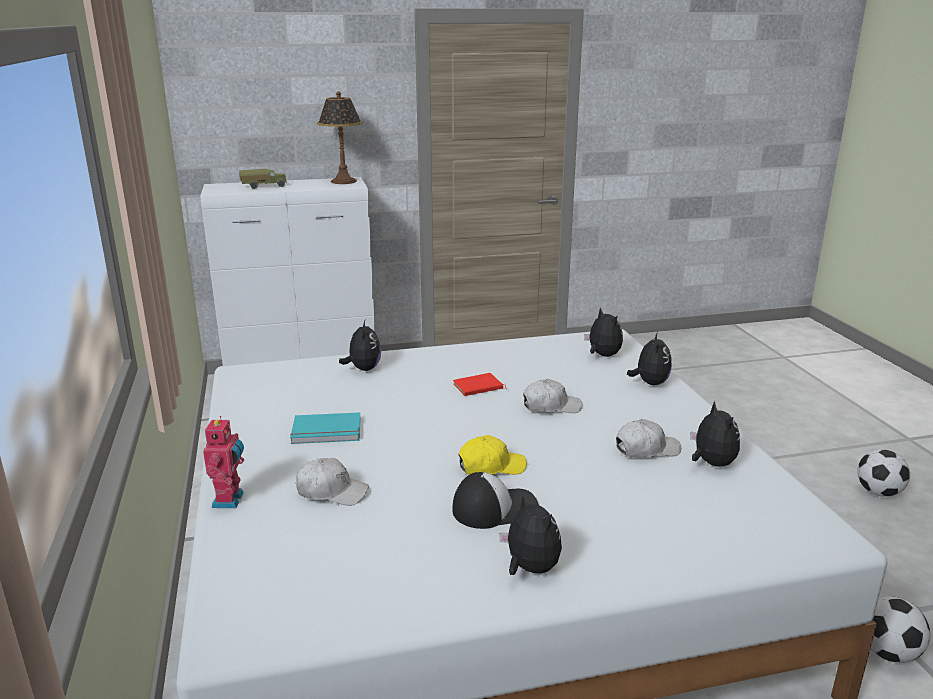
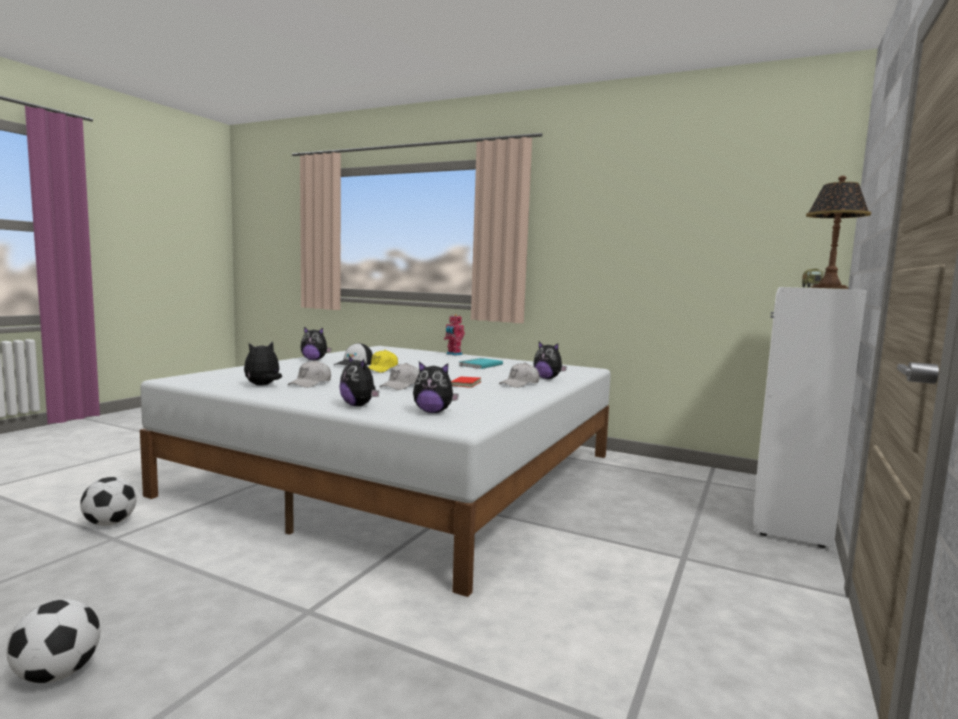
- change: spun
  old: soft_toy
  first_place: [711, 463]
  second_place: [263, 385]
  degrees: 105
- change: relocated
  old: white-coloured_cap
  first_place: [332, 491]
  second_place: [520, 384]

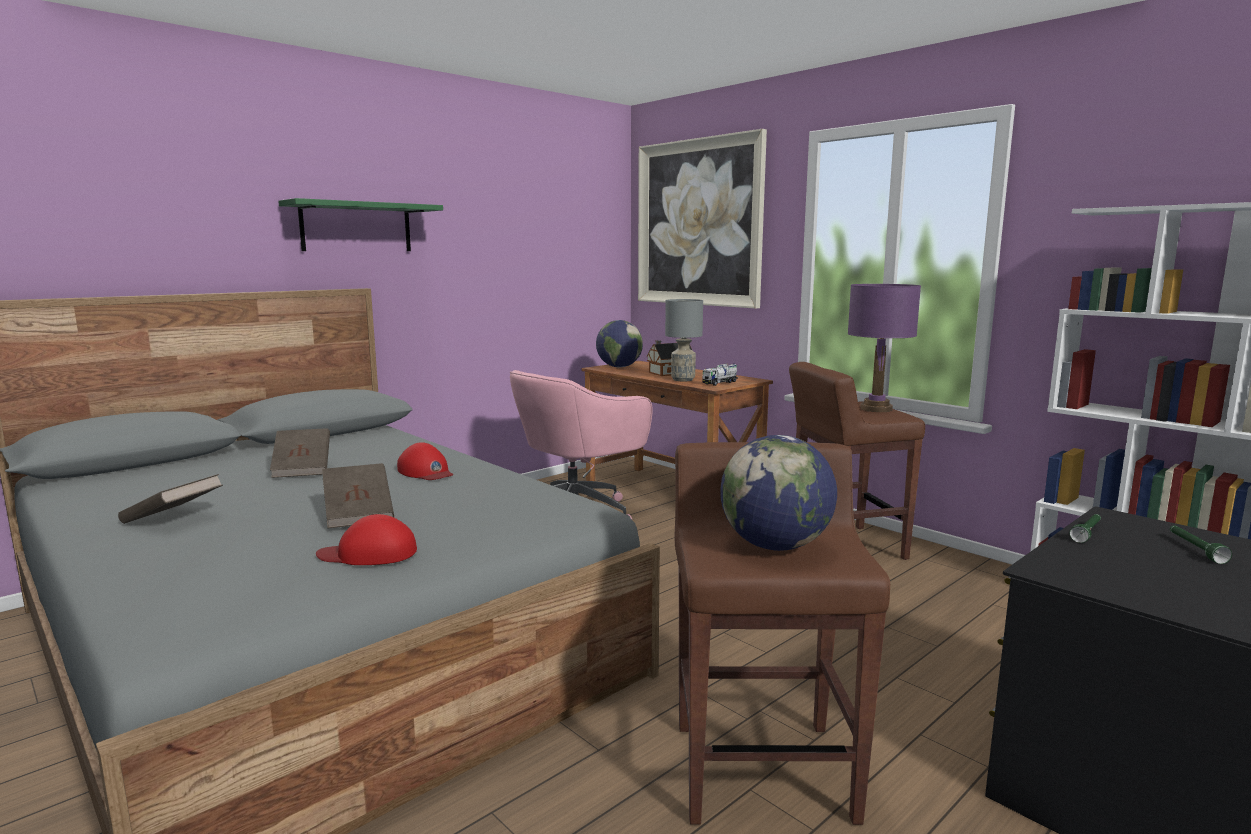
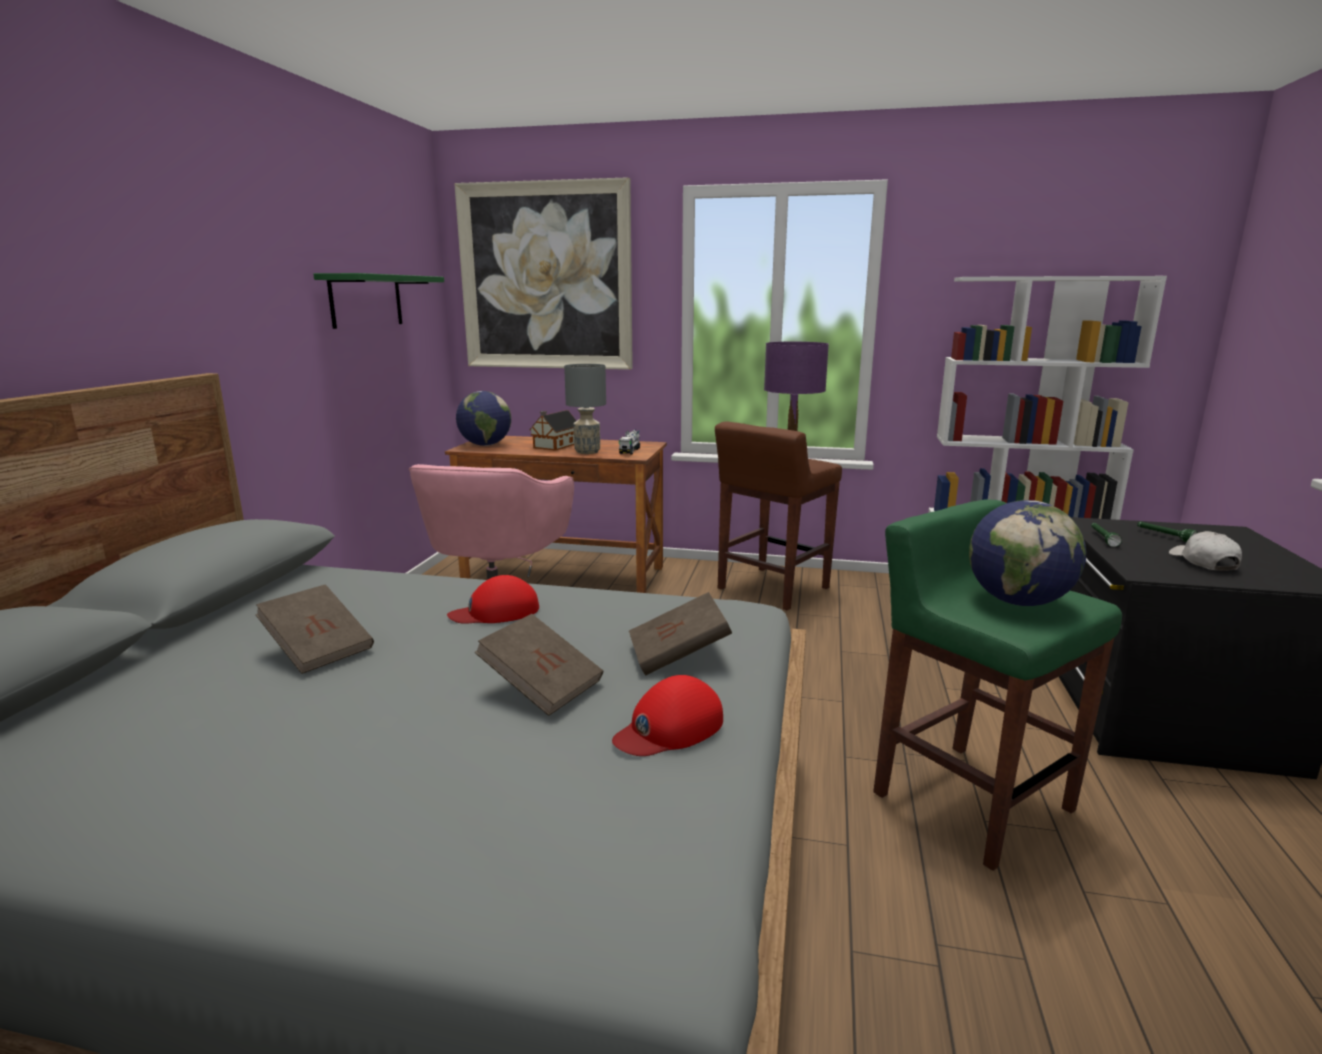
- change: relocated
  old: greenish_wall_shelf
  first_place: [356, 227]
  second_place: [366, 301]
- change: spun
  old: red_cap
  first_place: [426, 472]
  second_place: [496, 612]
  degrees: 150
- change: colour
  old: brownish_sitting_stool
  new: greenish_sitting_stool
  first_place: [762, 769]
  second_place: [970, 800]
- change: relocated
  old: brownish_bound_book
  first_place: [173, 519]
  second_place: [678, 655]
- change: appeared
  new: white-coloured_cap
  second_place: [1203, 562]

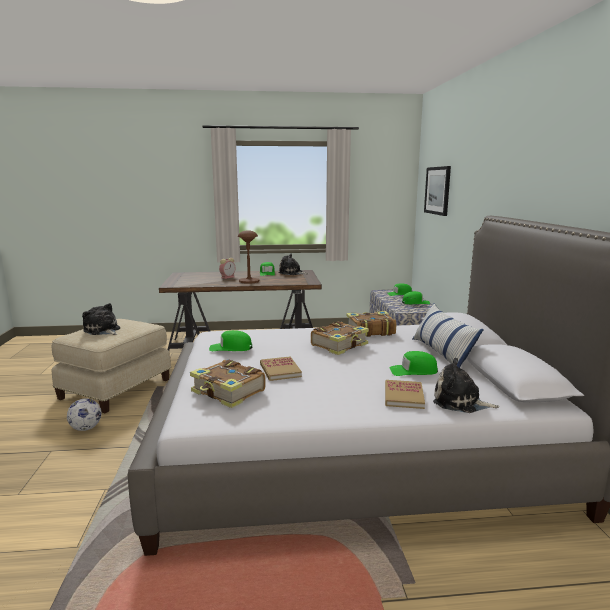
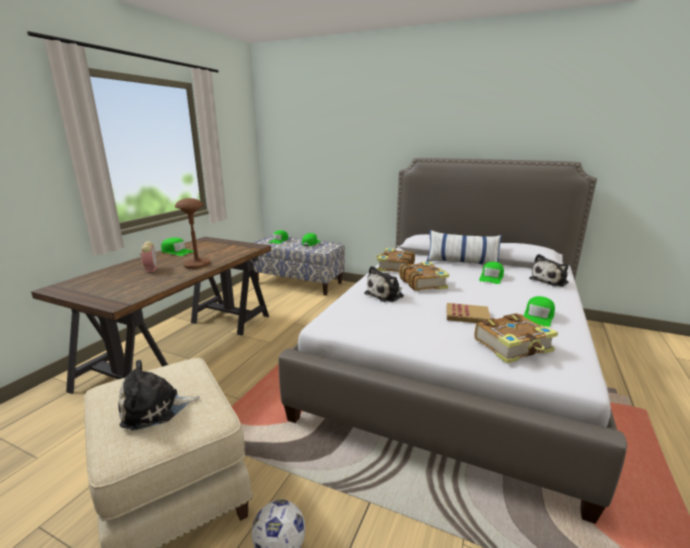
- change: missing
  old: picture
  first_place: [437, 190]
- change: relocated
  old: soft_toy
  first_place: [291, 273]
  second_place: [386, 295]
- change: relocated
  old: greenish_cap
  first_place: [231, 348]
  second_place: [538, 317]
- change: missing
  old: bound_book
  first_place: [403, 396]

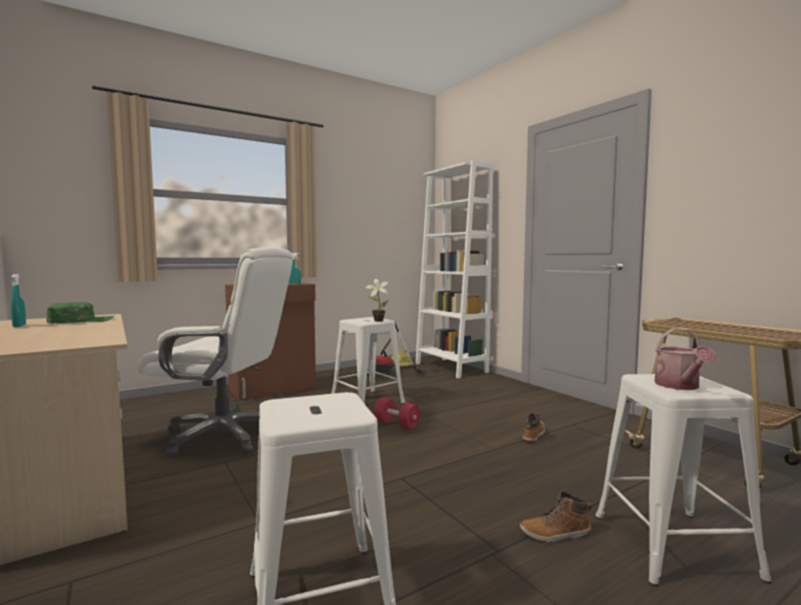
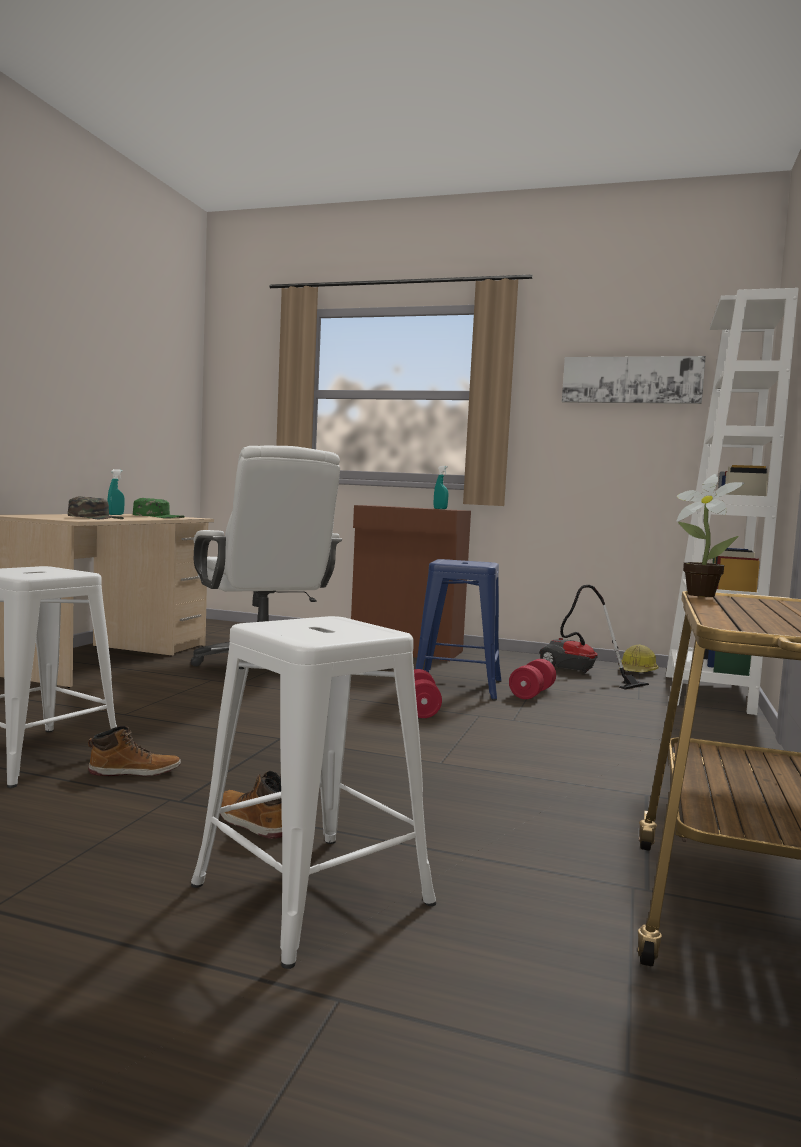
- change: relocated
  old: plant_in_a_pot
  first_place: [377, 321]
  second_place: [697, 594]
- change: colour
  old: white-coloured_sitting_stool
  new: blue-coloured_sitting_stool
  first_place: [367, 402]
  second_place: [457, 686]
- change: missing
  old: sprinkling_can
  first_place: [679, 386]
- change: relocated
  old: boot
  first_place: [533, 435]
  second_place: [135, 772]
- change: appeared
  new: picture
  second_place: [631, 380]
- change: appeared
  new: greenish_cap
  second_place: [95, 518]
- change: appeared
  new: red_dumbbell
  second_place: [532, 693]

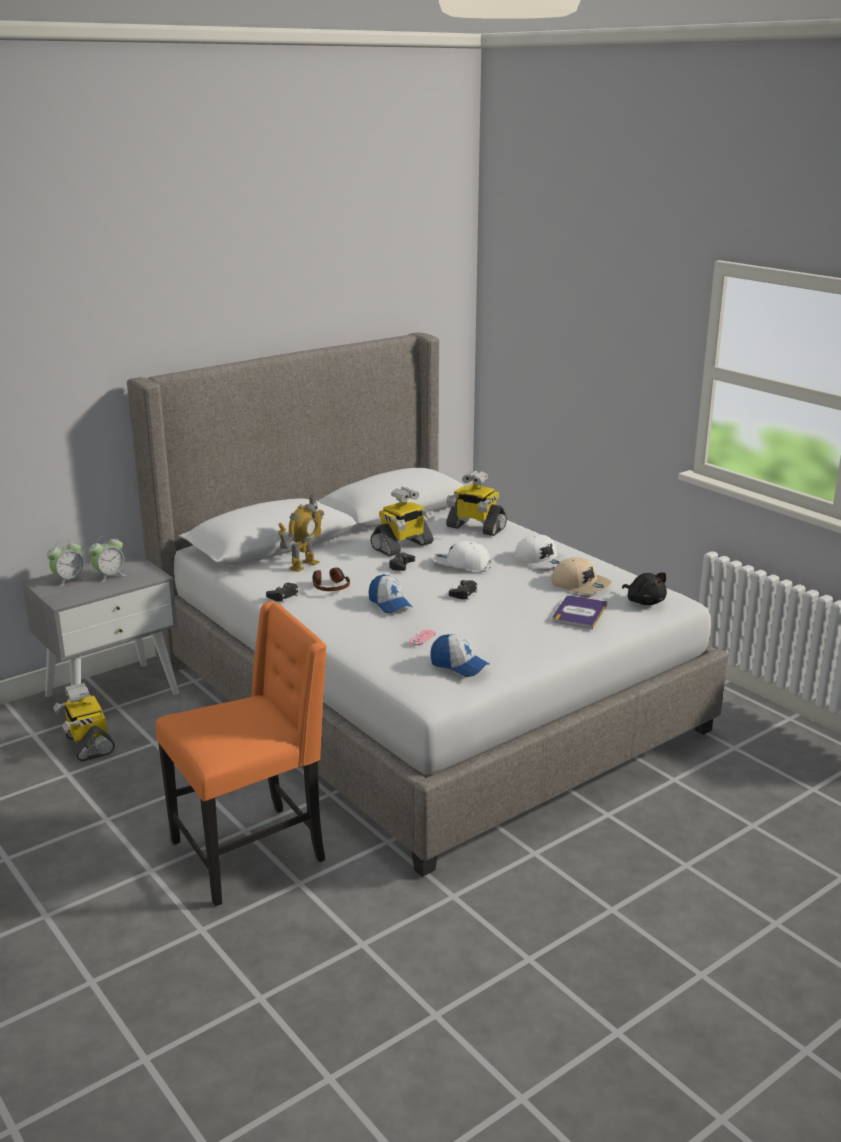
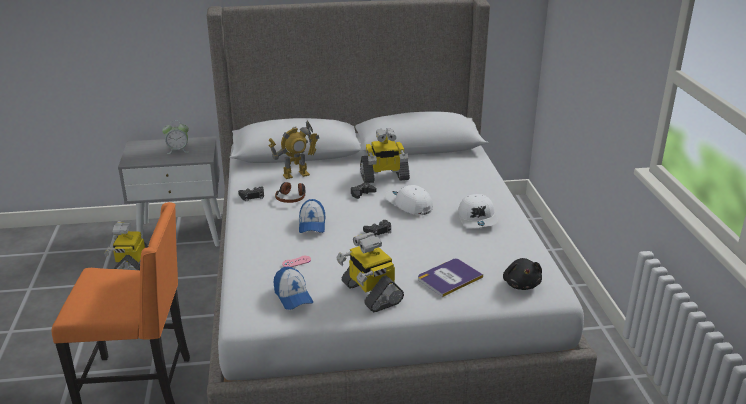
- change: relocated
  old: robot_figure
  first_place: [475, 527]
  second_place: [370, 293]
- change: missing
  old: alarm_clock
  first_place: [68, 580]
- change: missing
  old: beige-coloured_cap
  first_place: [580, 585]

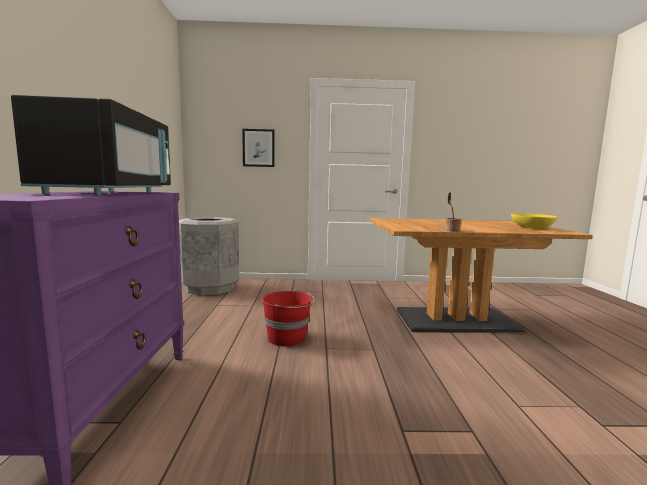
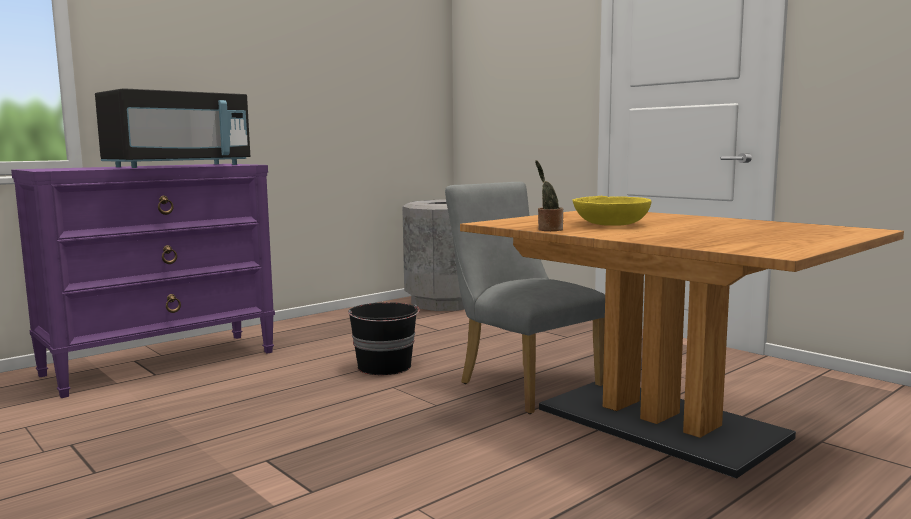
- change: missing
  old: picture
  first_place: [258, 148]
- change: relocated
  old: yellowish_serving_bowl
  first_place: [532, 228]
  second_place: [610, 224]
- change: colour
  old: red_water_bucket
  new: black_water_bucket
  first_place: [287, 338]
  second_place: [385, 367]
- change: appeared
  new: greyish_upright_chair
  second_place: [522, 384]

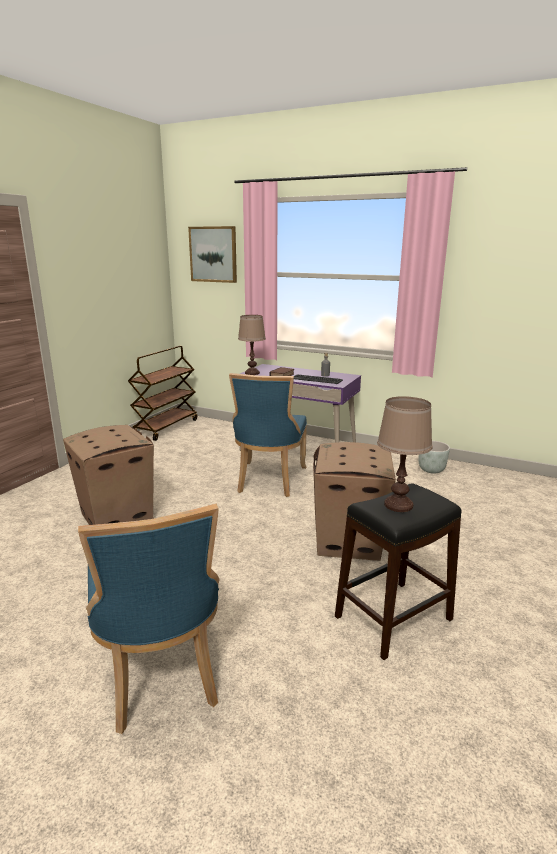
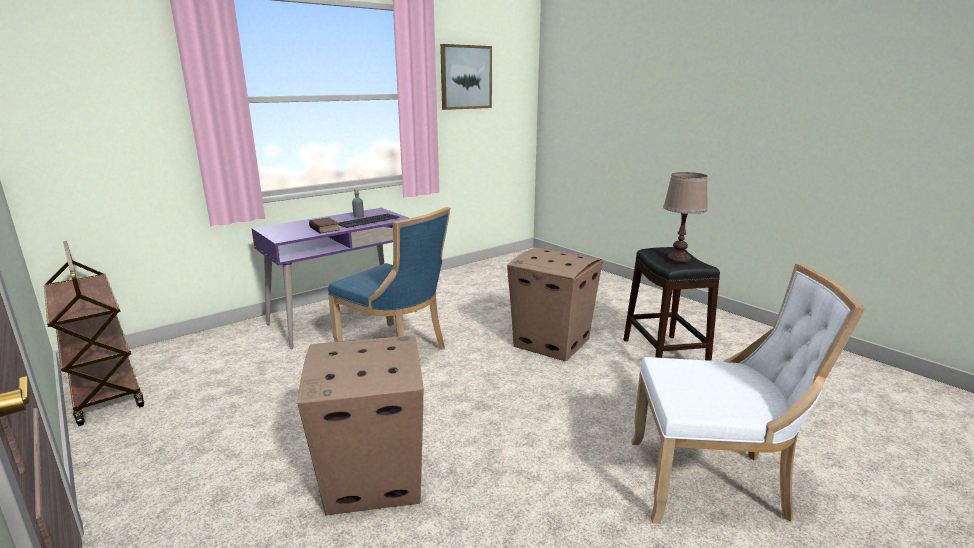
- change: relocated
  old: picture
  first_place: [213, 254]
  second_place: [465, 77]
- change: missing
  old: brownish_tabletop_lamp
  first_place: [252, 373]
- change: missing
  old: greyish_plant_pot
  first_place: [431, 470]
- change: colour
  old: blue-coloured_upright_chair
  new: white-coloured_upright_chair
  first_place: [160, 673]
  second_place: [712, 482]

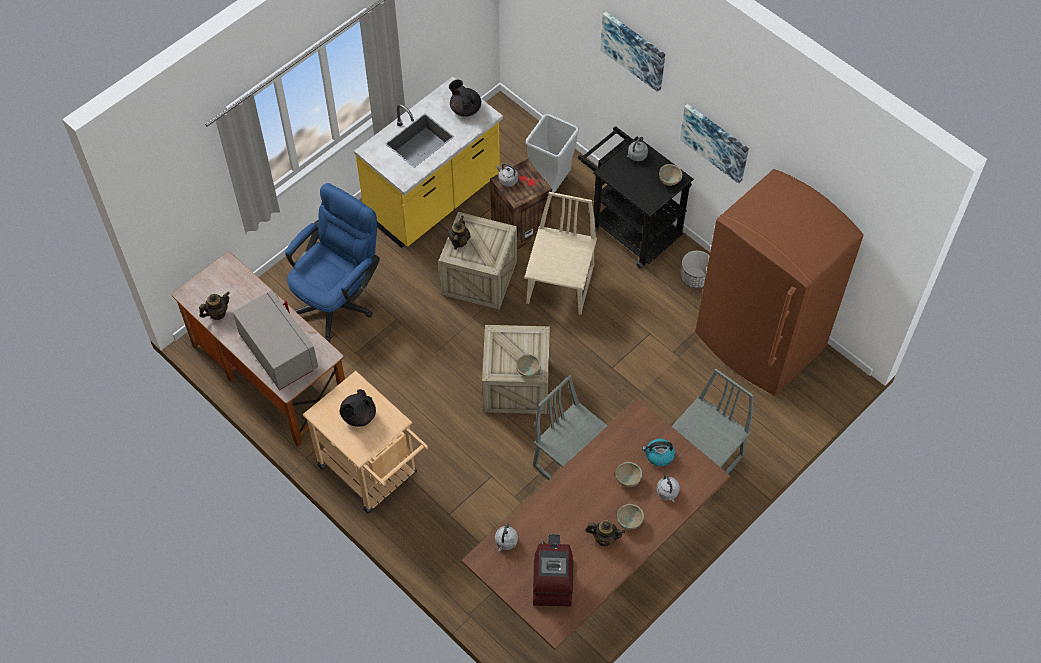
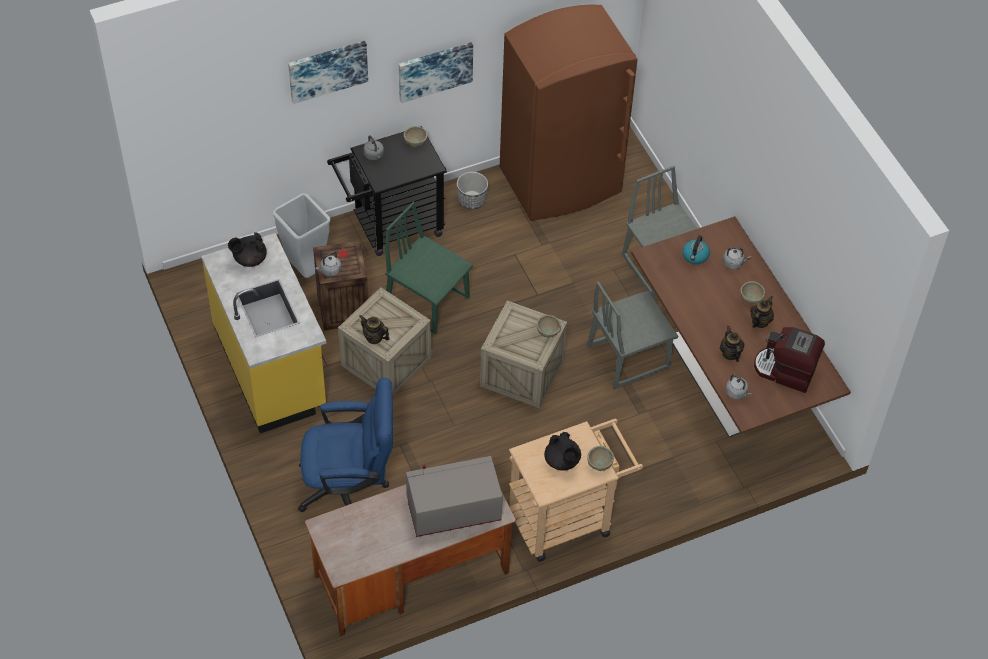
- change: spun
  old: blue-coloured_desk_chair
  first_place: [338, 299]
  second_place: [350, 487]
  degrees: 120
- change: colour
  old: beige-coloured_upright_chair
  new: greenish_upright_chair
  first_place: [561, 285]
  second_place: [428, 300]
- change: relocated
  old: teapot
  first_place: [217, 313]
  second_place: [730, 353]
- change: relocated
  old: beige-coloured_serving_bowl
  first_place: [628, 479]
  second_place: [600, 464]

